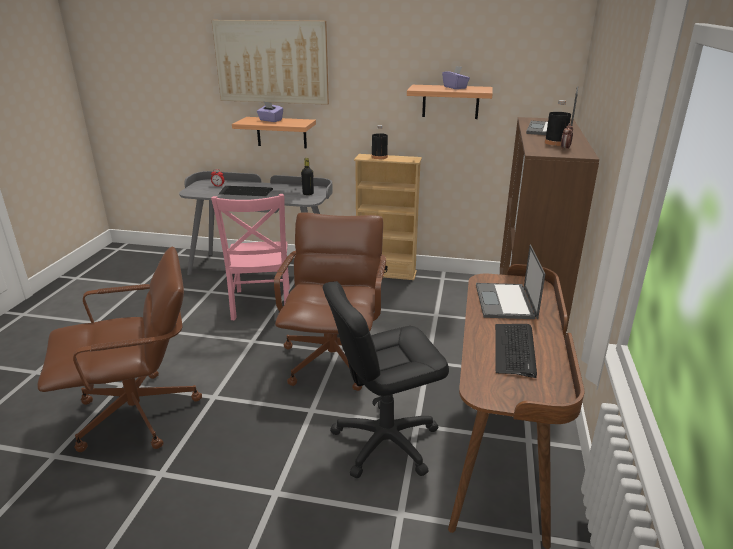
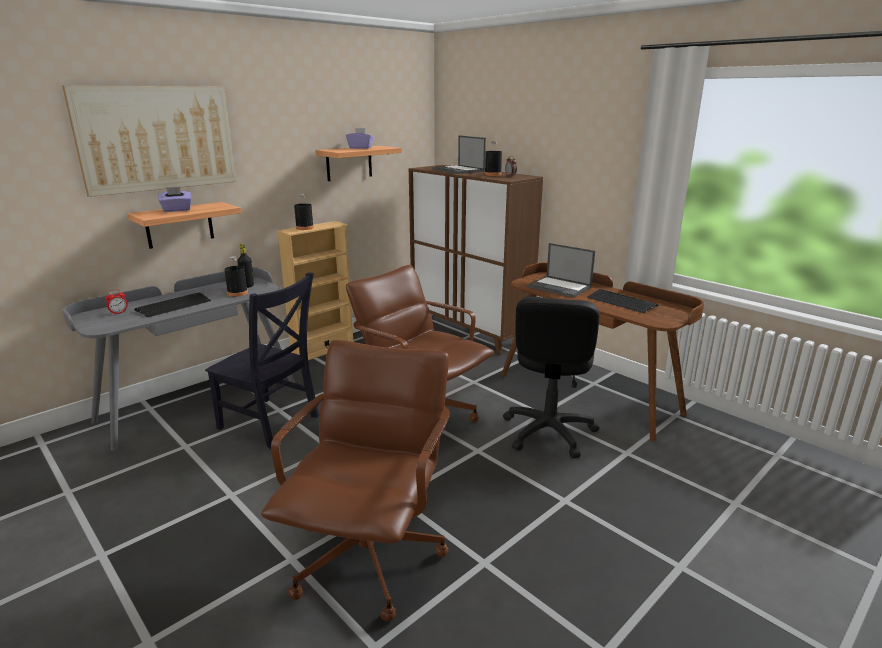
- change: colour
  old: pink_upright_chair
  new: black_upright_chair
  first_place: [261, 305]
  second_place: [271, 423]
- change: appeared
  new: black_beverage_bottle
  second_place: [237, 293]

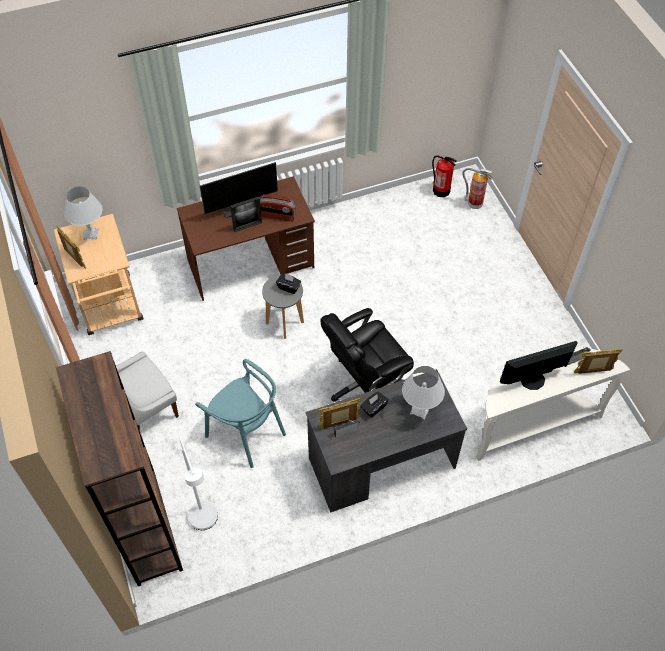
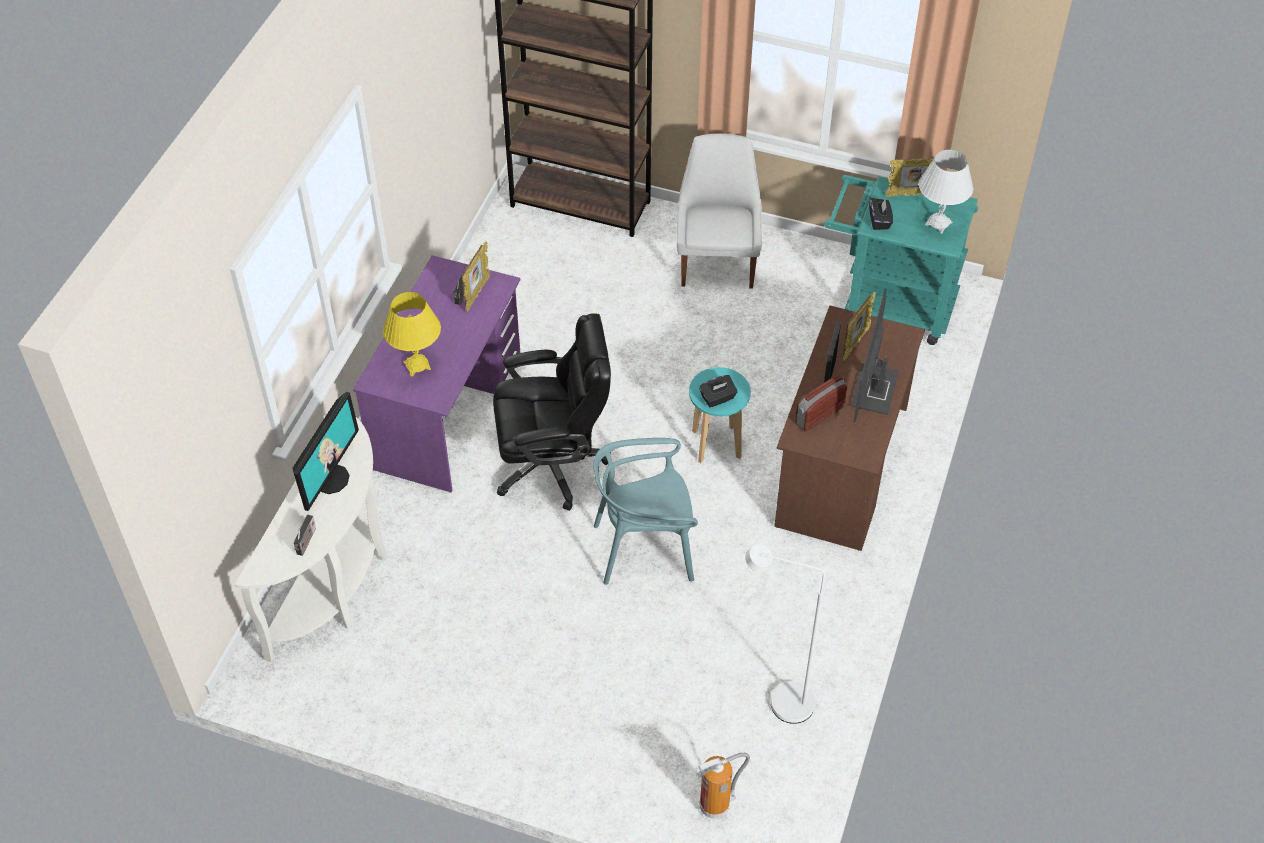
- change: missing
  old: fire-fighting_cylinder
  first_place: [441, 190]
- change: colour
  old: beige-coloured_wheeled_cart
  new: turquoise_wheeled_cart
  first_place: [111, 309]
  second_place: [888, 304]
- change: colour
  old: greyish_sitting_stool
  new: turquoise_sitting_stool
  first_place: [284, 323]
  second_place: [716, 444]
- change: spun
  old: black_desk_chair
  first_place: [366, 385]
  second_place: [553, 464]
  degrees: 75
- change: relocated
  old: photo_frame
  first_place: [593, 372]
  second_place: [855, 343]
- change: relocated
  old: turquoise_upright_chair
  first_place: [246, 432]
  second_place: [644, 548]
- change: colour
  old: white-coloured_tabletop_lamp
  new: yellowish_tabletop_lamp
  first_place: [419, 410]
  second_place: [417, 365]
- change: colour
  old: greyish_desk
  new: purple_desk
  first_place: [381, 463]
  second_place: [448, 412]
- change: relocated
  old: black_tissue_holder
  first_place: [373, 408]
  second_place: [879, 221]
- change: relocated
  old: white-coloured_standard_lamp
  first_place: [206, 524]
  second_place: [780, 701]

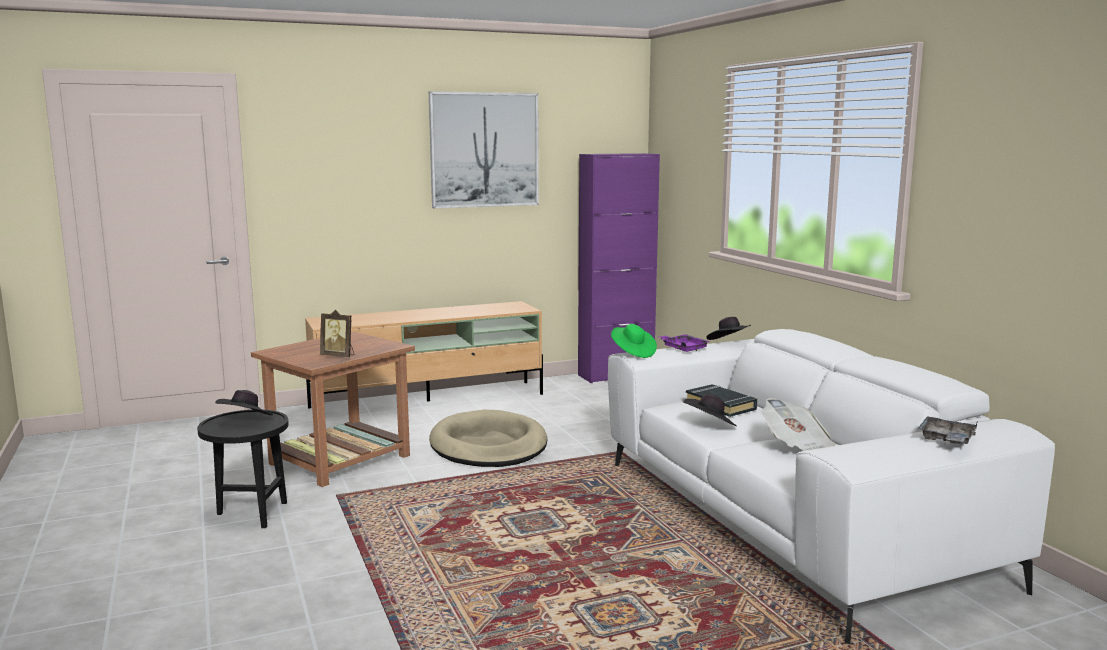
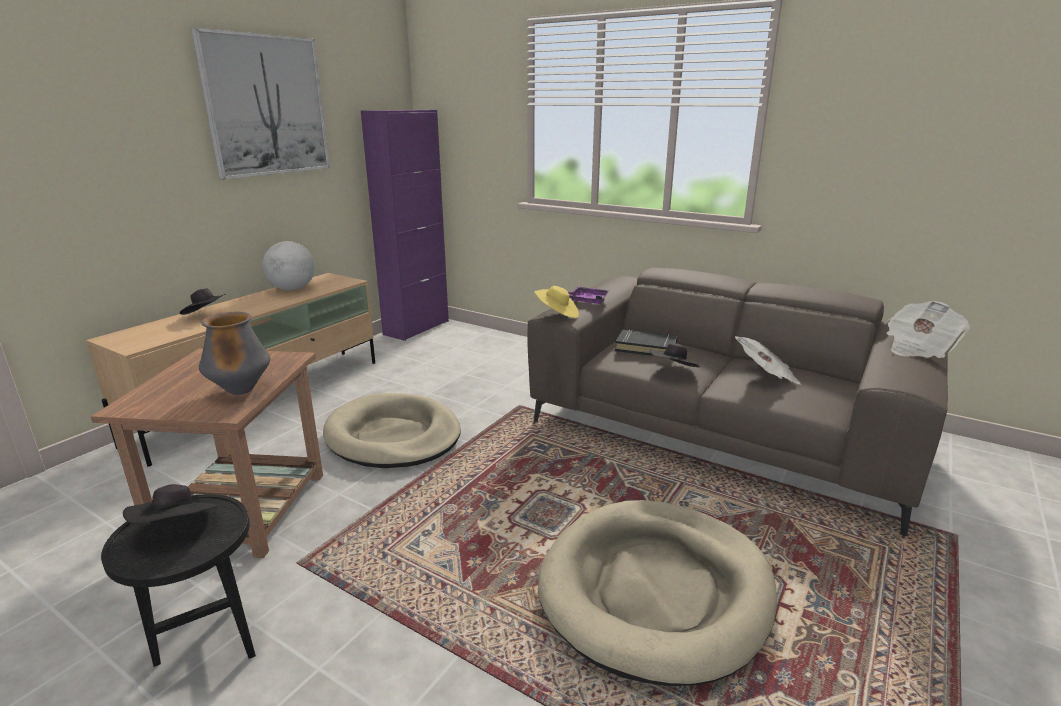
- change: exchanged
  old: photo_frame
  new: flower_vase
  first_place: [339, 356]
  second_place: [241, 390]
- change: relocated
  old: black_clothing_hat
  first_place: [729, 343]
  second_place: [206, 315]
- change: colour
  old: greenish_clothing_hat
  new: yellowish_clothing_hat
  first_place: [632, 353]
  second_place: [557, 314]
- change: colour
  old: white-coloured_settee
  new: brownish_settee
  first_place: [788, 520]
  second_place: [718, 433]
- change: exchanged
  old: greyish_tray
  new: printed_paper
  first_place: [946, 440]
  second_place: [918, 348]
- change: appeared
  new: desk_globe
  second_place: [292, 289]
- change: appeared
  new: beige-coloured_dog_bed
  second_place: [656, 590]

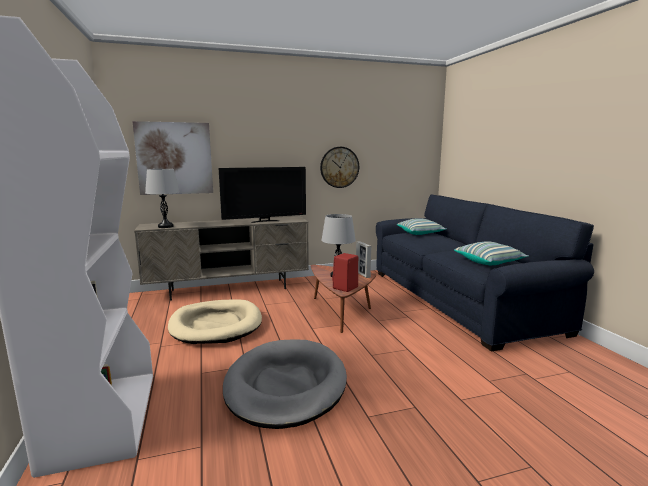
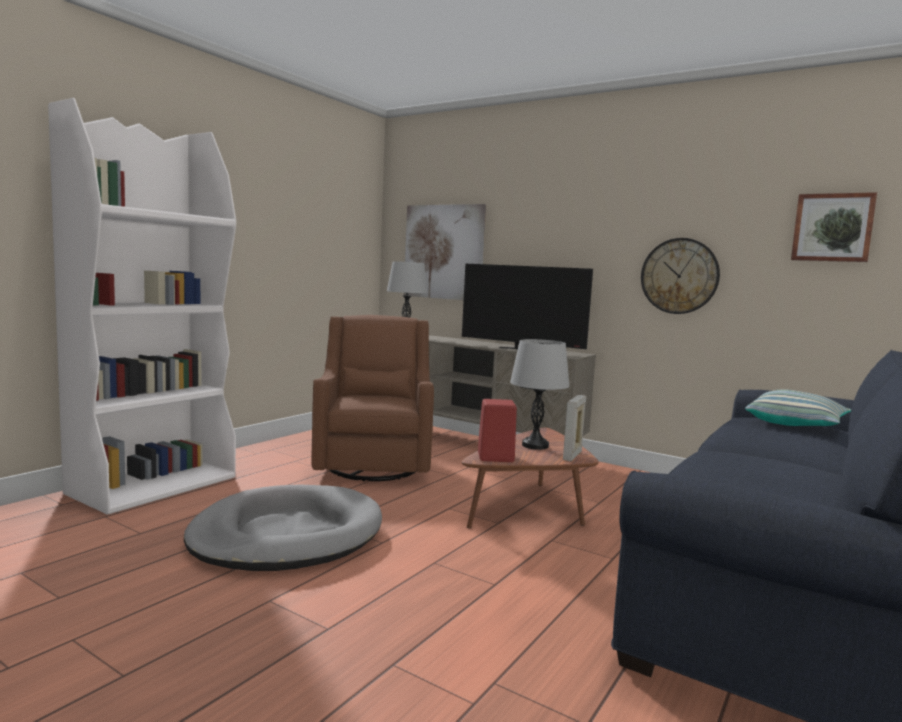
- change: missing
  old: throw_pillow
  first_place: [489, 262]
- change: exchanged
  old: beige-coloured_dog_bed
  new: brownish_easy_chair
  first_place: [216, 325]
  second_place: [373, 465]
- change: appeared
  new: picture
  second_place: [832, 227]

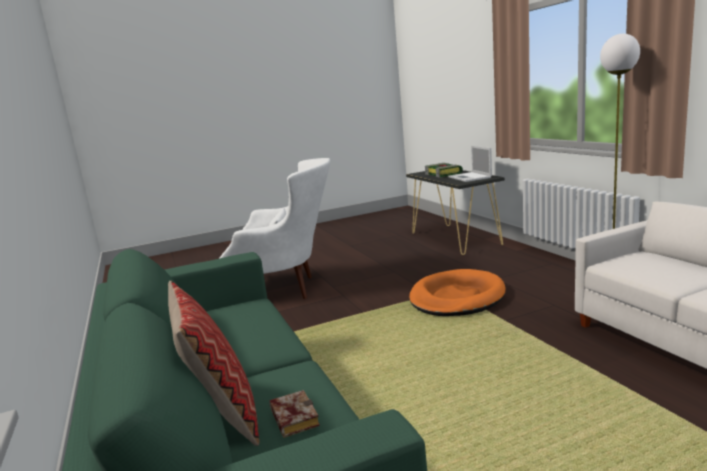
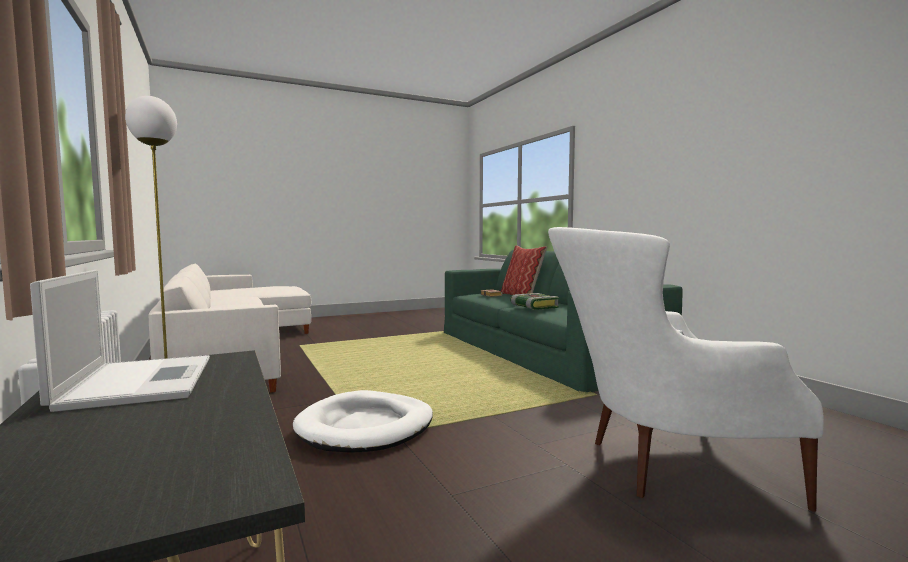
- change: relocated
  old: bound_book
  first_place: [444, 174]
  second_place: [533, 307]
- change: colour
  old: orangey_dog_bed
  new: white-coloured_dog_bed
  first_place: [456, 297]
  second_place: [366, 427]

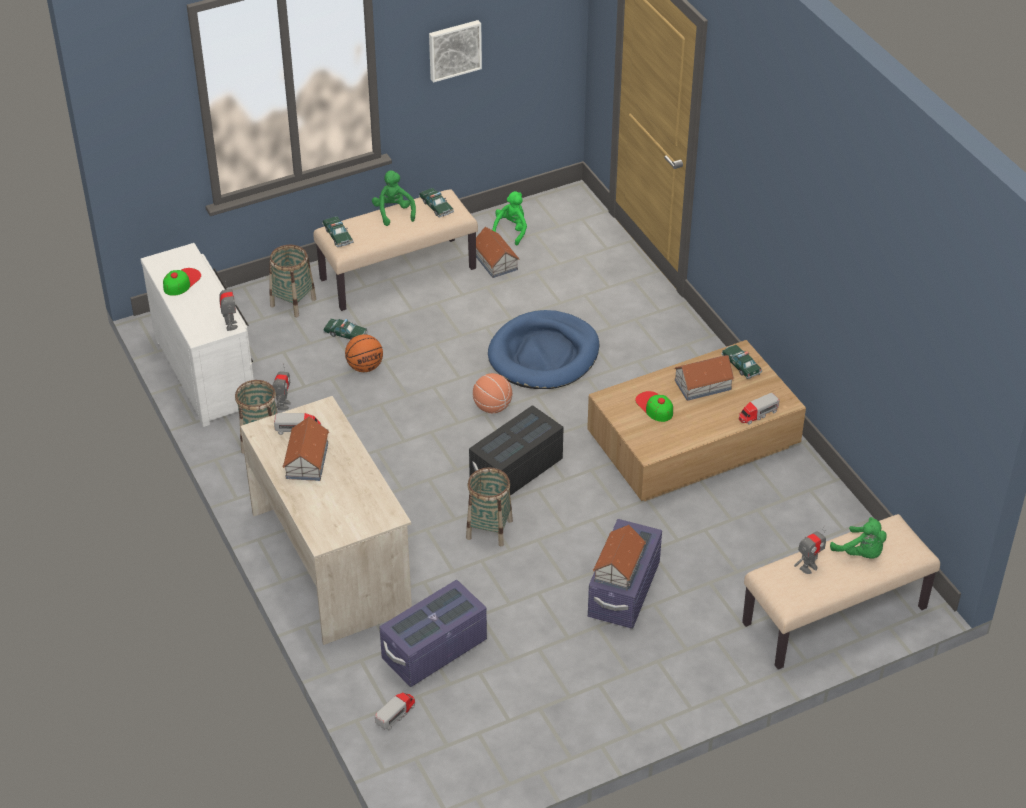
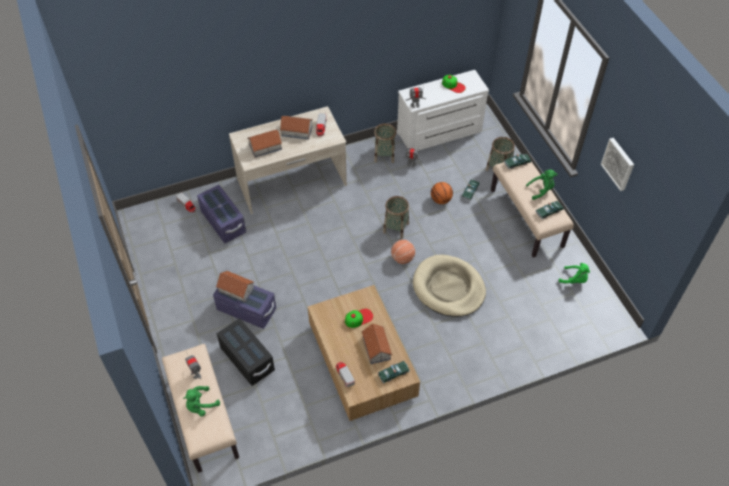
- change: relocated
  old: toy_house
  first_place: [495, 261]
  second_place: [265, 147]
- change: colour
  old: blue-coloured_dog_bed
  new: beige-coloured_dog_bed
  first_place: [544, 355]
  second_place: [448, 288]
- change: relocated
  old: black_storage_container
  first_place: [516, 471]
  second_place: [247, 359]
- change: relocated
  old: household_basket
  first_place: [489, 529]
  second_place: [396, 228]

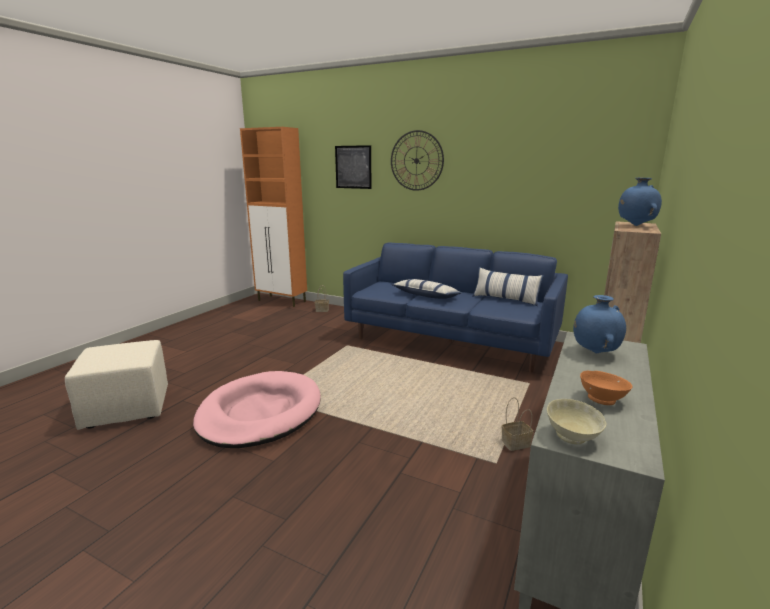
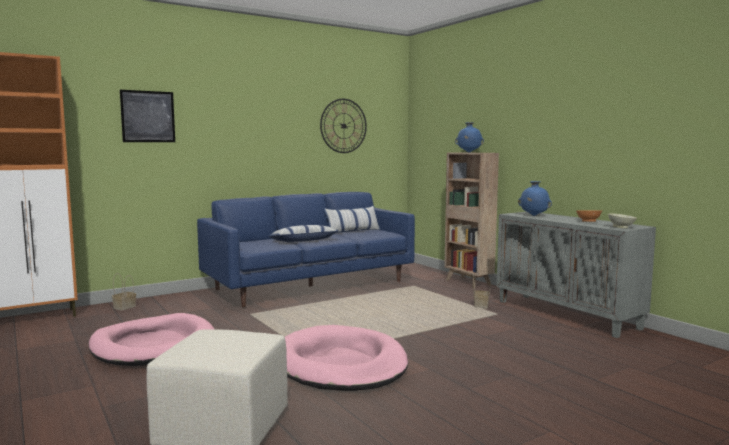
- change: relocated
  old: wall_clock
  first_place: [416, 160]
  second_place: [343, 126]
- change: appeared
  new: pink_dog_bed
  second_place: [153, 345]

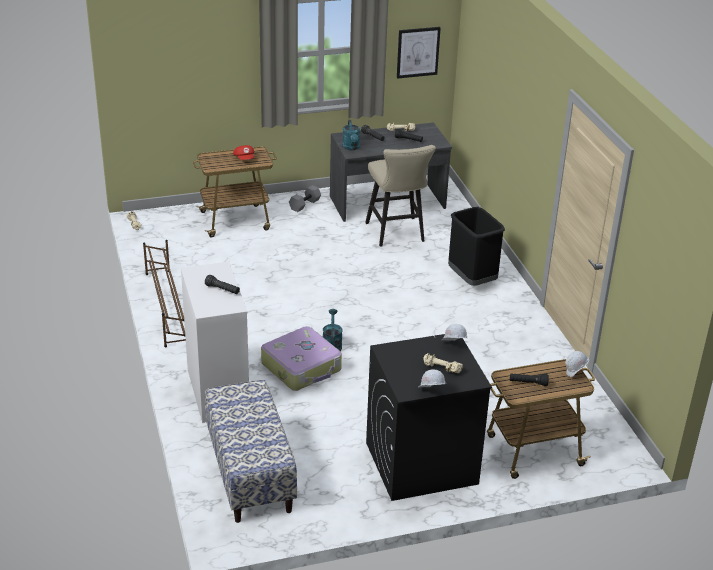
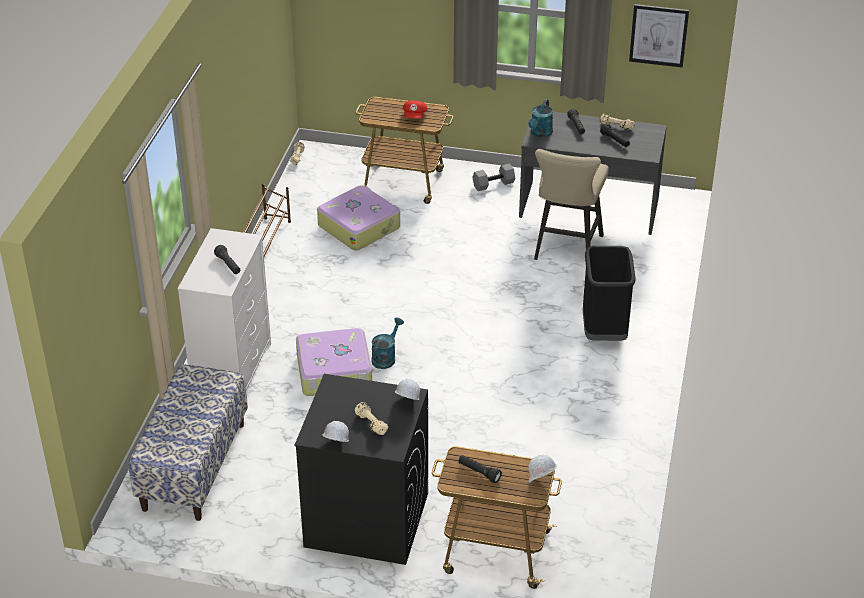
- change: appeared
  new: piece_of_luggage
  second_place: [359, 226]

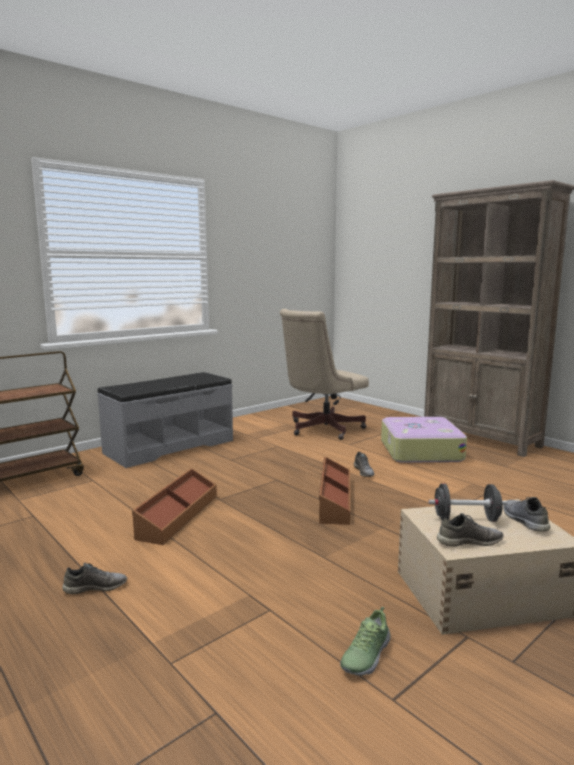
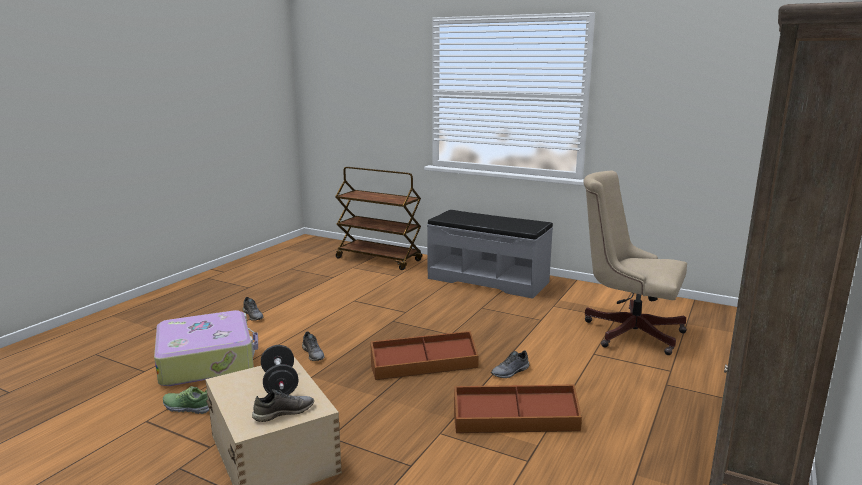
- change: relocated
  old: piece_of_luggage
  first_place: [419, 450]
  second_place: [207, 360]
- change: relocated
  old: brownish_storage_container
  first_place: [177, 516]
  second_place: [515, 421]
- change: relocated
  old: greyish_low_shoe
  first_place: [469, 541]
  second_place: [313, 354]

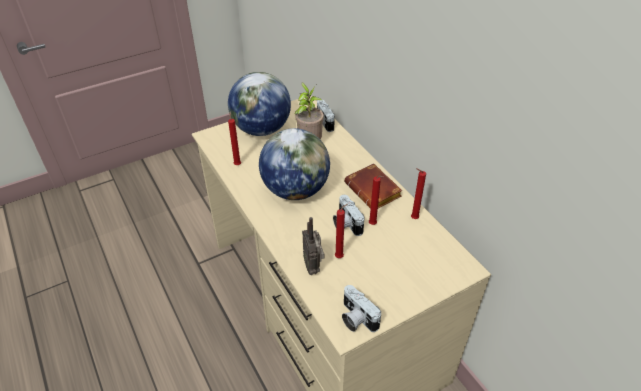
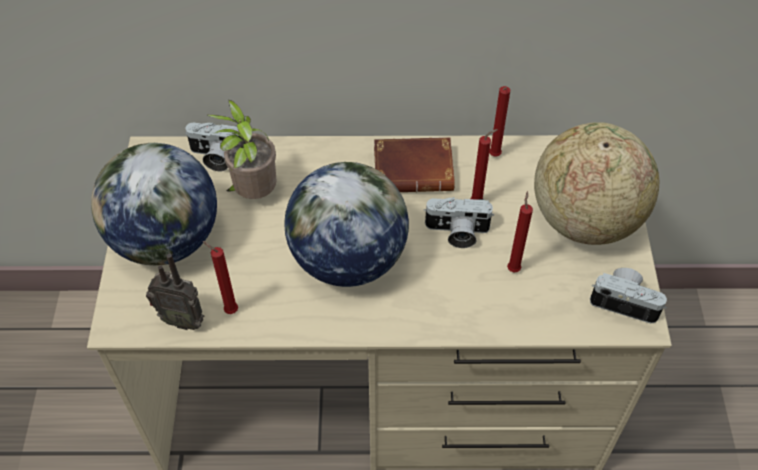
- change: relocated
  old: radio_set
  first_place: [313, 266]
  second_place: [183, 319]
- change: spun
  old: still_camera
  first_place: [356, 318]
  second_place: [625, 301]
  degrees: -150
- change: appeared
  new: desk_globe
  second_place: [584, 219]

